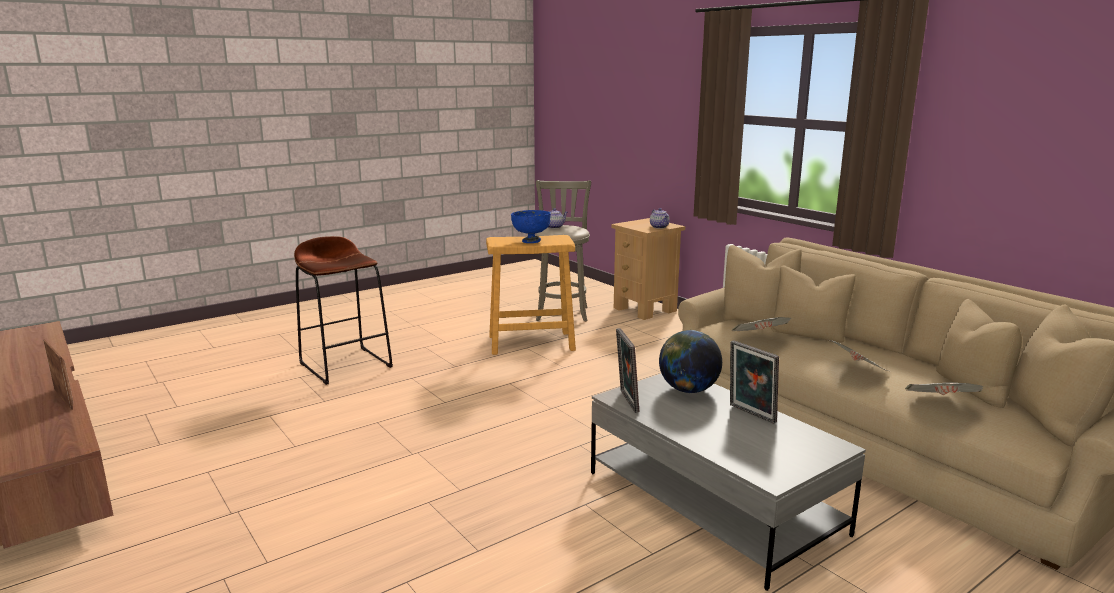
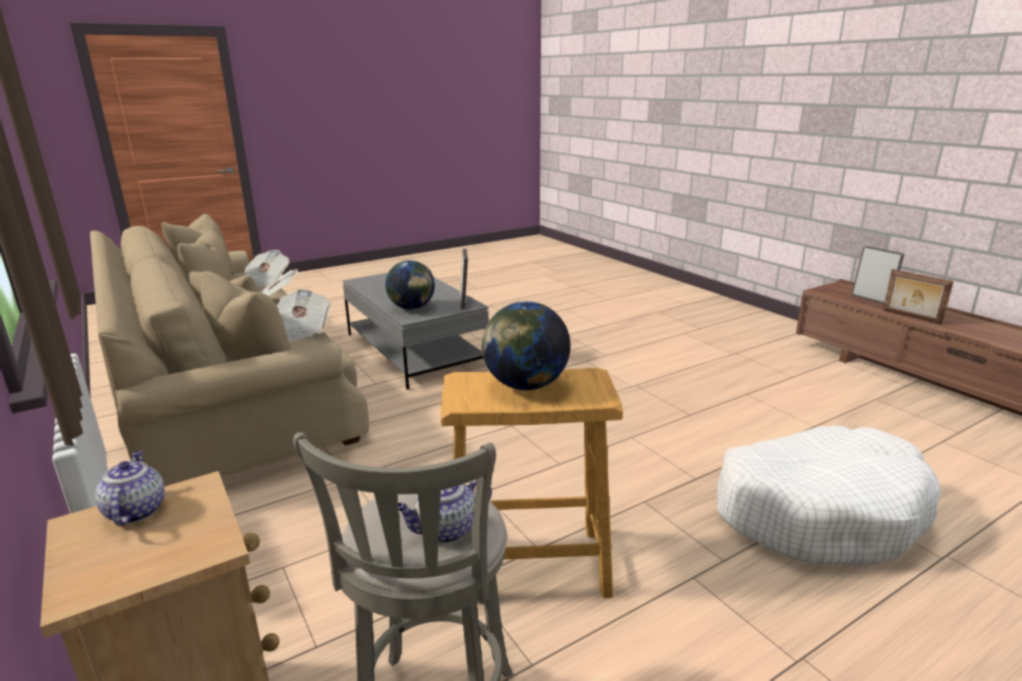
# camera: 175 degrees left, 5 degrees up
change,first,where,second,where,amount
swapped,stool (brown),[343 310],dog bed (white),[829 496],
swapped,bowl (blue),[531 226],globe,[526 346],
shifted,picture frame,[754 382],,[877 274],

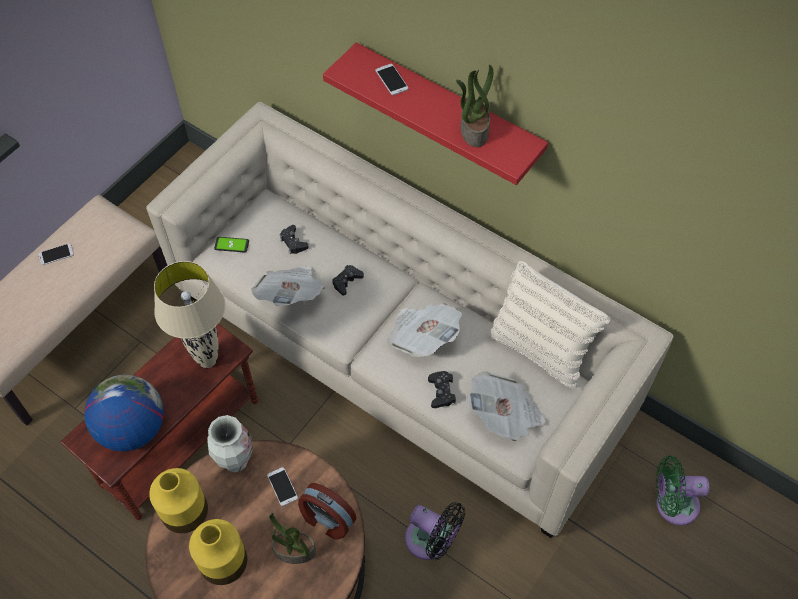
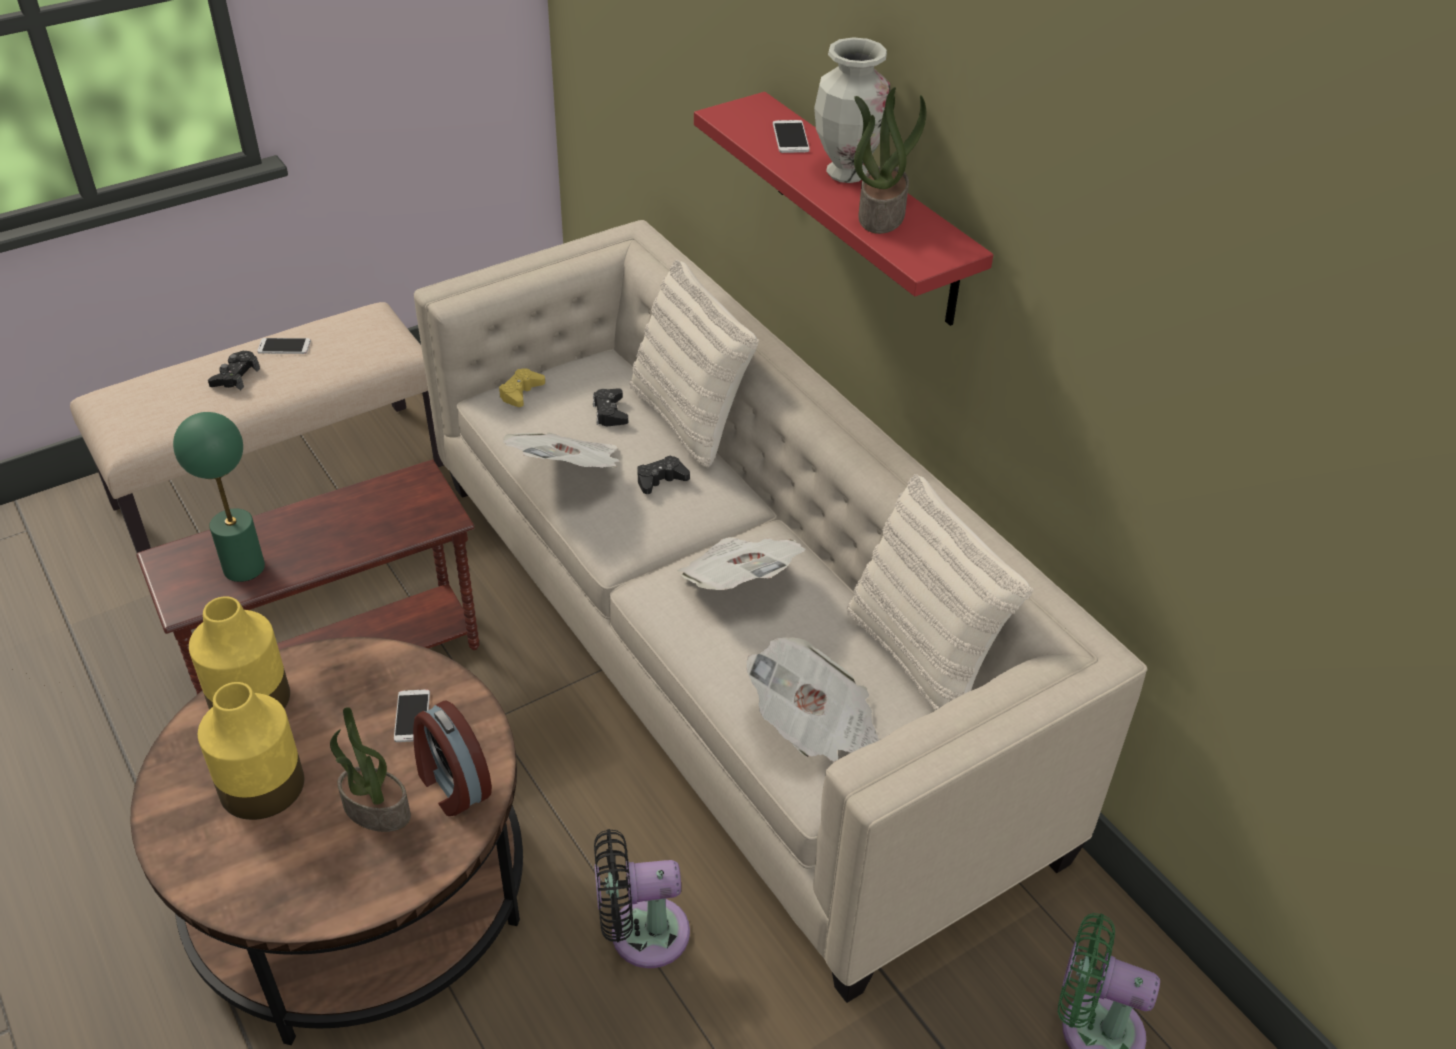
# camera: 20 degrees right, 15 degrees down
change,first,where,second,where,amount
swapped,globe,[124 413],table lamp (green),[219 497],
gone,table lamp (beige),[189 314],,,
shifted,vase,[230 443],,[852 110],
swapped,phone,[231 245],game controller (yellow),[522 387],
rotated,fan (black),[435 531],,[642 898],120 degrees clockwise
shifted,game controller (black),[442 389],,[234 371],
new,,,pillow (beige),[694 364],

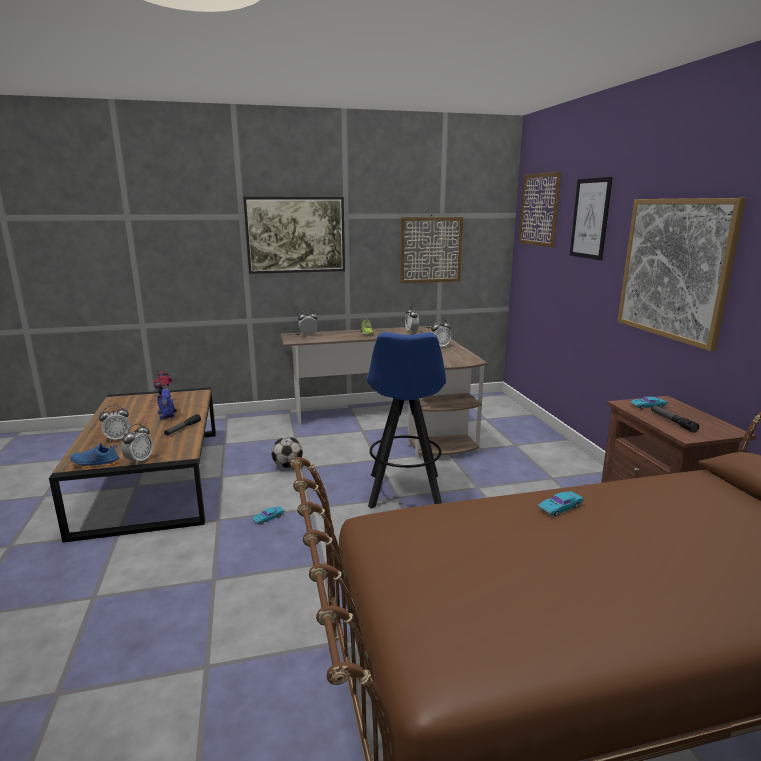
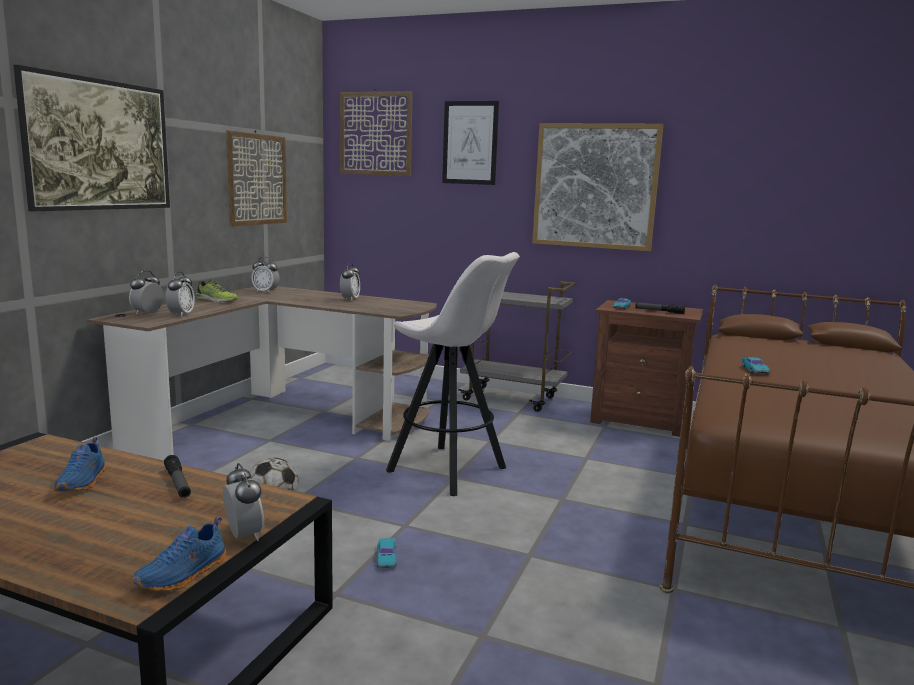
# camera: 55 degrees left, 5 degrees down
change,first,where,second,where,amount
shifted,alarm clock,[114 423],,[180 294],
swapped,toy robot,[165 395],shoe (blue),[80 464],
repainted,stool (blue),[406 420],stool (white),[453 374],
new,,,cart (grey),[517 346],

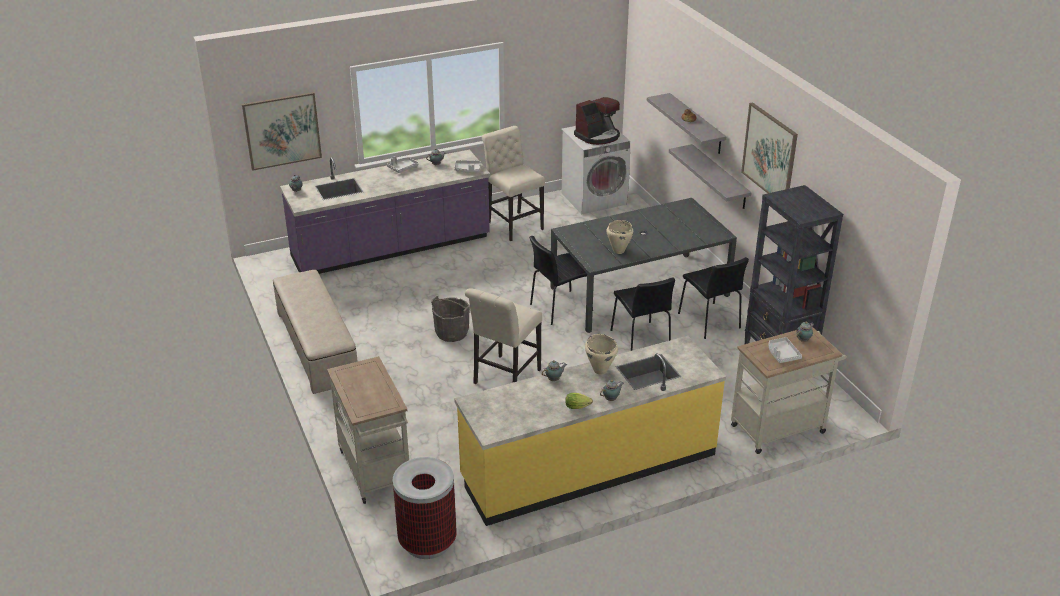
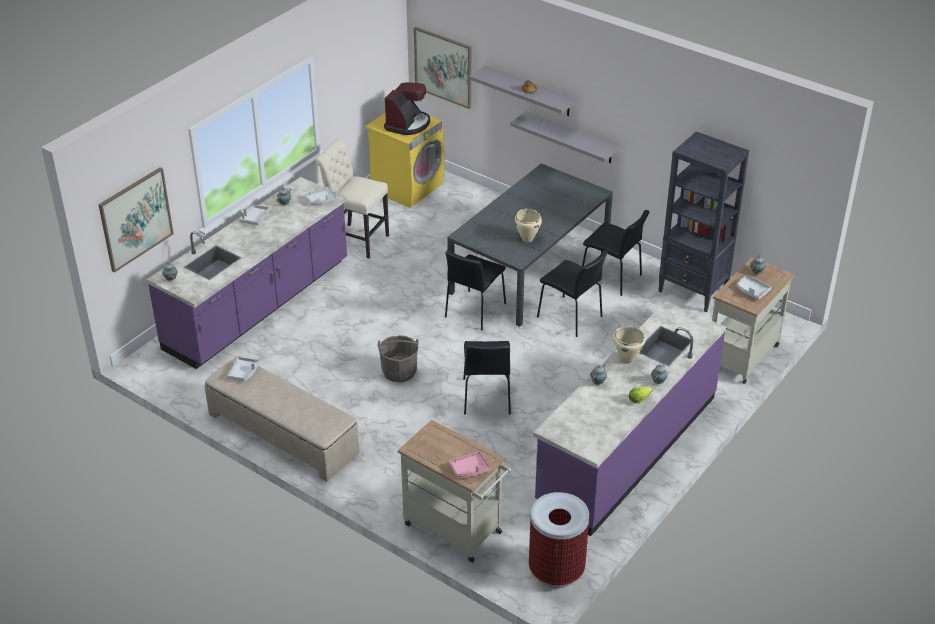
# camera: 30 degrees left, 5 degrees up
change,first,where,second,where,amount
repainted,counter (yellow),[590 431],counter (purple),[629 418],
swapped,stool (beige),[503 336],chair (black),[487 378],
repainted,washing machine (white),[595 170],washing machine (yellow),[404 160],
shifted,picture,[769 147],,[442 68],
new,,,tray (grey),[243 369],
new,,,tray (pink),[470 464],

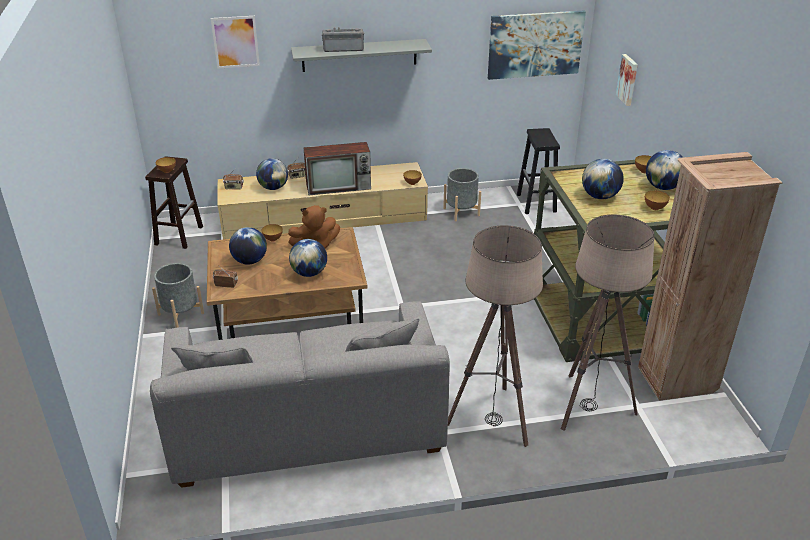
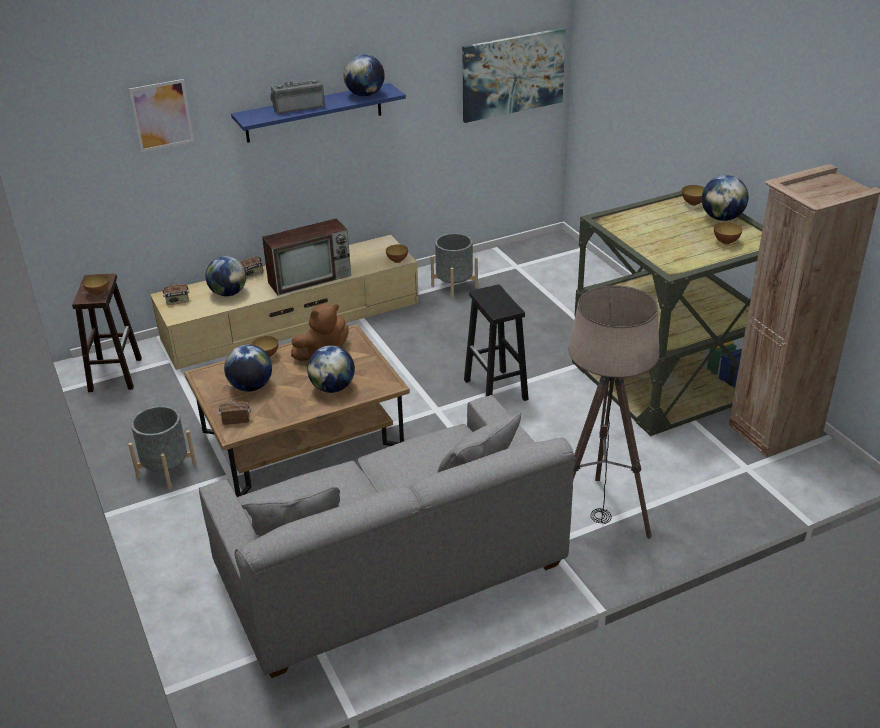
# camera: 15 degrees left, 0 degrees up
change,first,where,second,where,amount
repainted,shelf (grey),[361 55],shelf (blue),[318 113],
shifted,stool (black),[538 171],,[496 342],
gone,floor lamp,[608 323],,,
shifted,globe,[603 179],,[364 75],
gone,picture,[627 80],,,

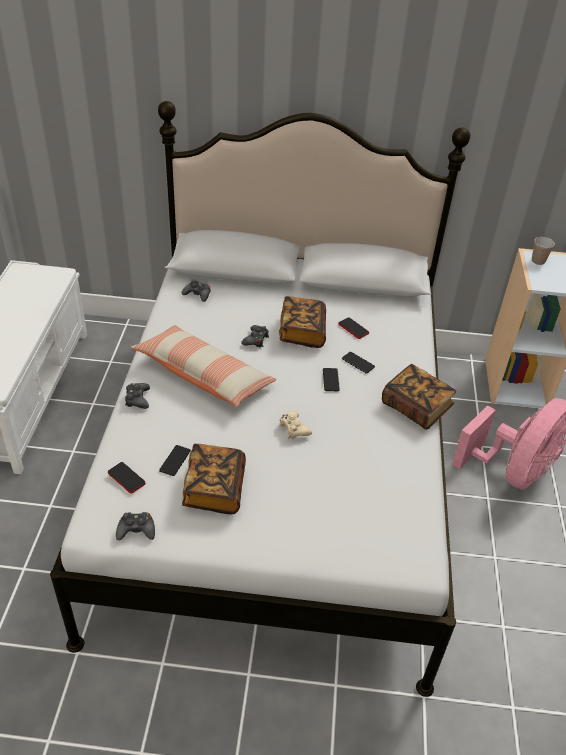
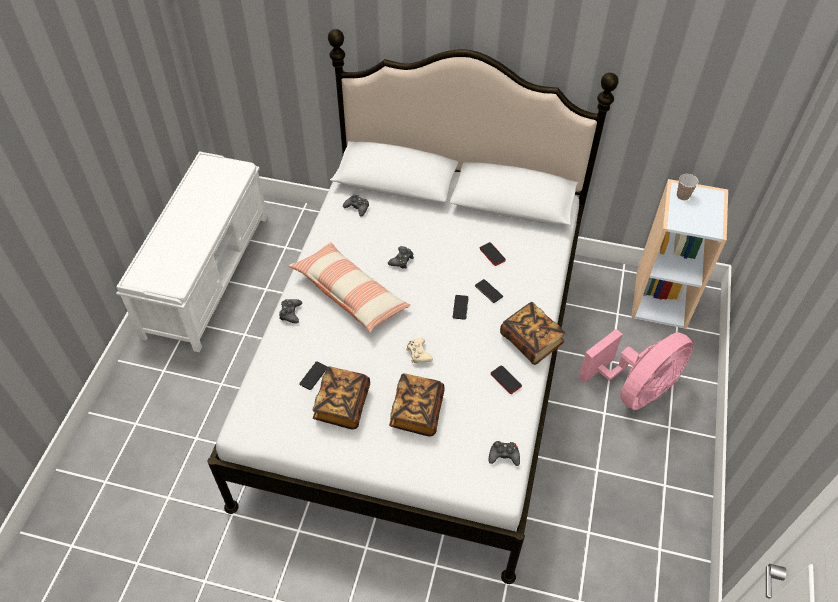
# camera: 10 degrees right, 10 degrees up
change,first,where,second,where,amount
shifted,phone,[127 478],,[506 379],
shifted,game controller (black),[135 526],,[504 453],
shifted,book,[302 322],,[416 404],

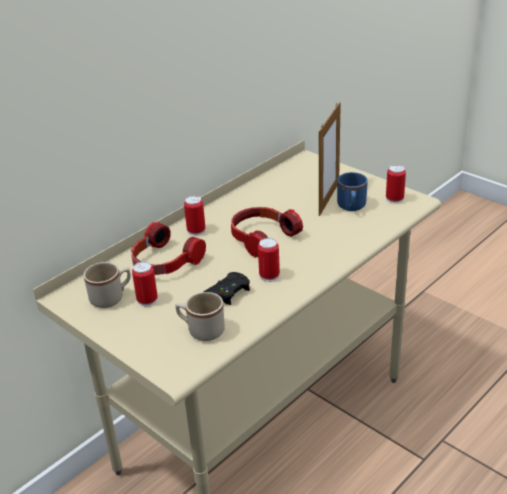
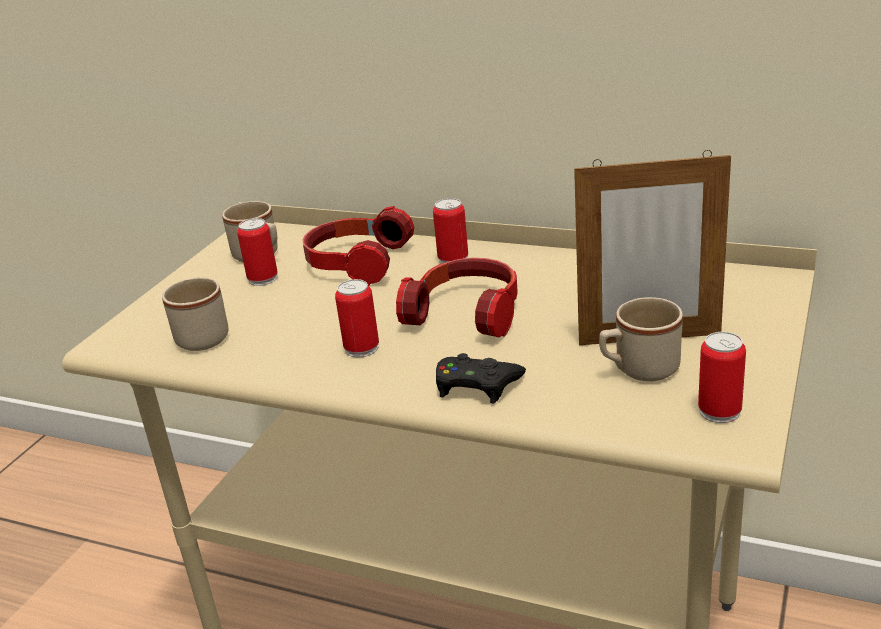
# camera: 70 degrees right, 5 degrees down
change,first,where,second,where,amount
shifted,game controller (black),[226 288],,[481 378],
repainted,mug (blue),[352 191],mug (beige),[641 339],

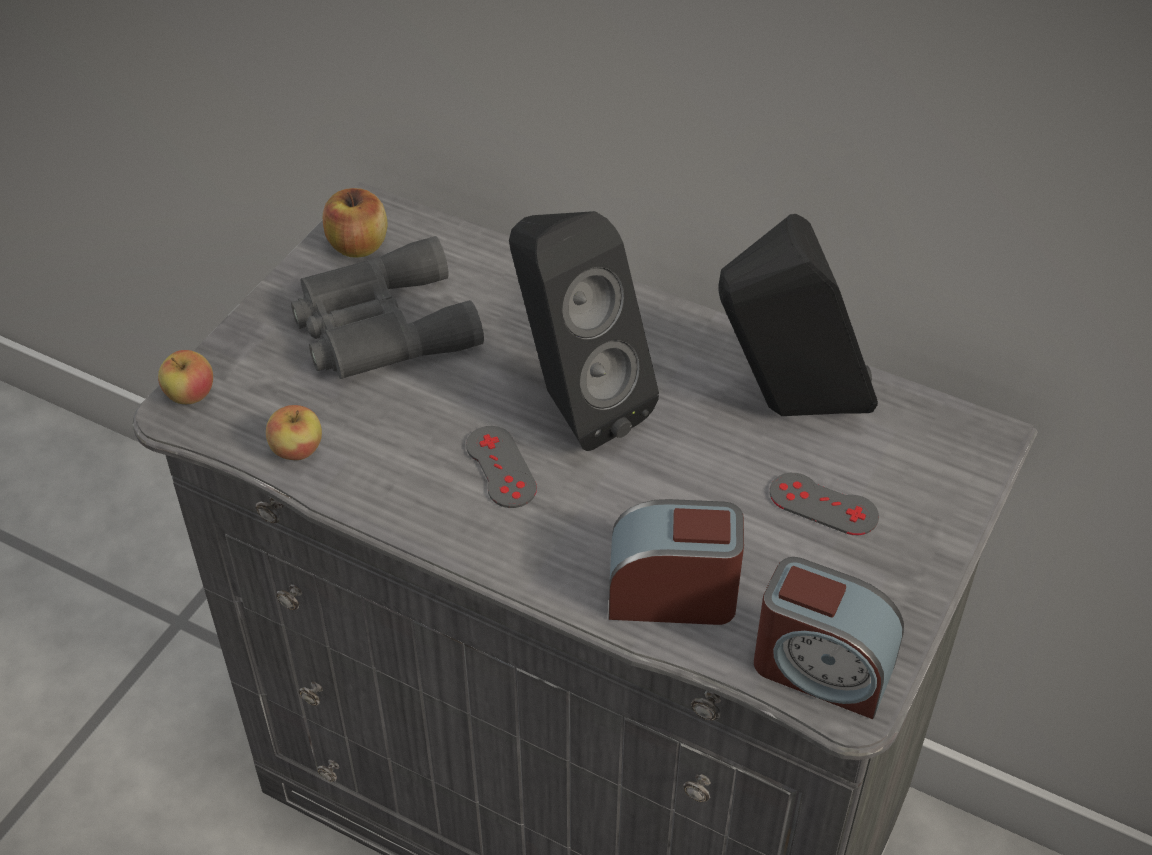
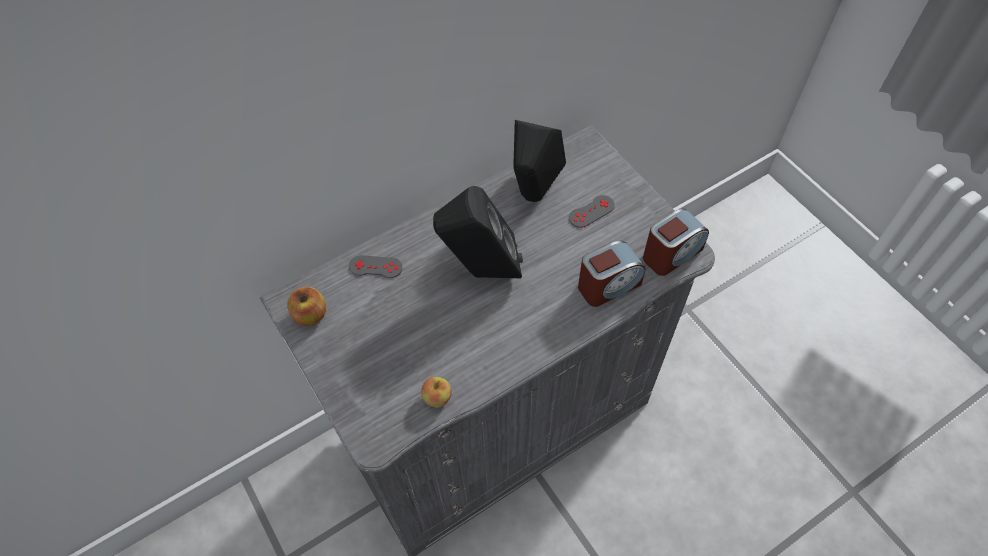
# camera: 60 degrees left, 10 degrees up
change,first,where,second,where,amount
gone,apple,[185 377],,,
gone,binoculars (grey),[387 307],,,
shifted,game controller (grey),[501 467],,[375 266],
rotated,alarm clock,[676 562],,[611 274],150 degrees counterclockwise

